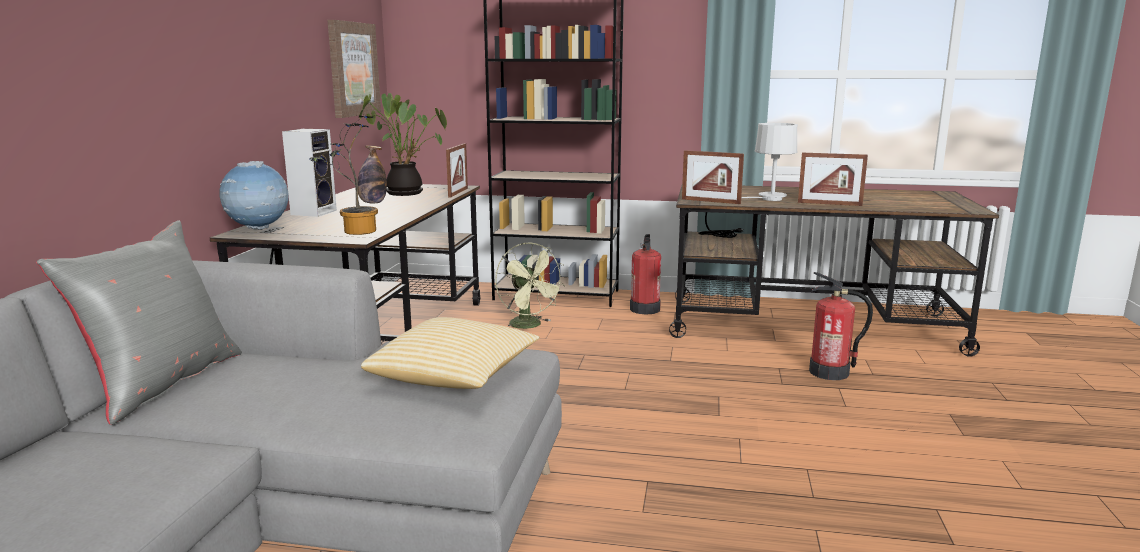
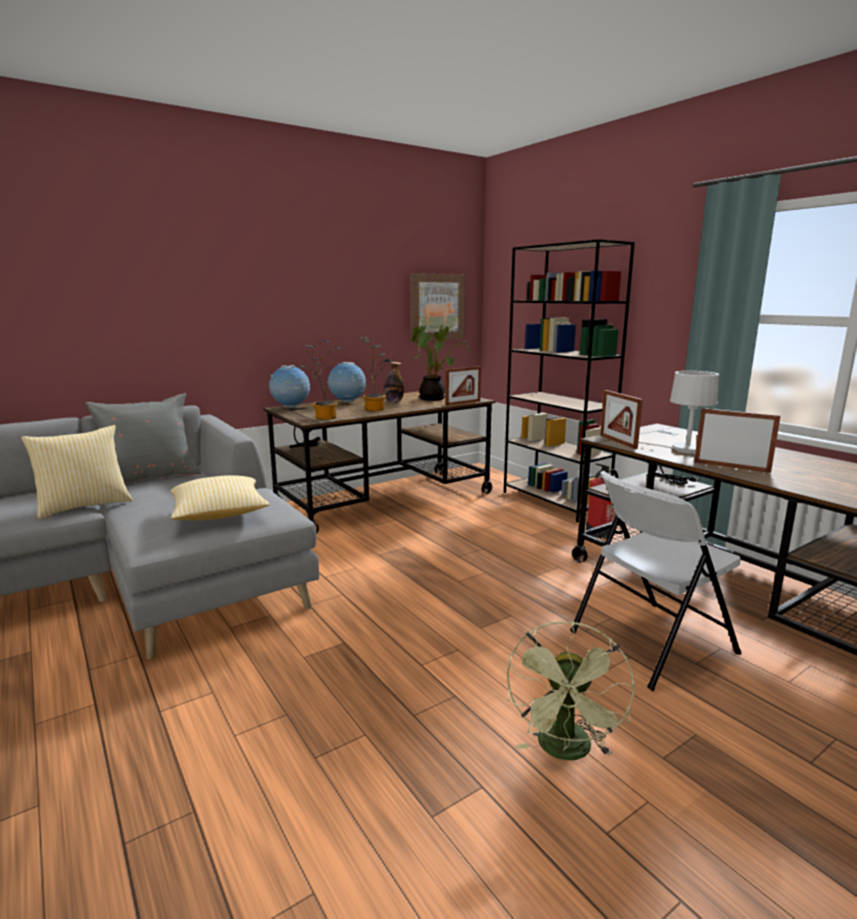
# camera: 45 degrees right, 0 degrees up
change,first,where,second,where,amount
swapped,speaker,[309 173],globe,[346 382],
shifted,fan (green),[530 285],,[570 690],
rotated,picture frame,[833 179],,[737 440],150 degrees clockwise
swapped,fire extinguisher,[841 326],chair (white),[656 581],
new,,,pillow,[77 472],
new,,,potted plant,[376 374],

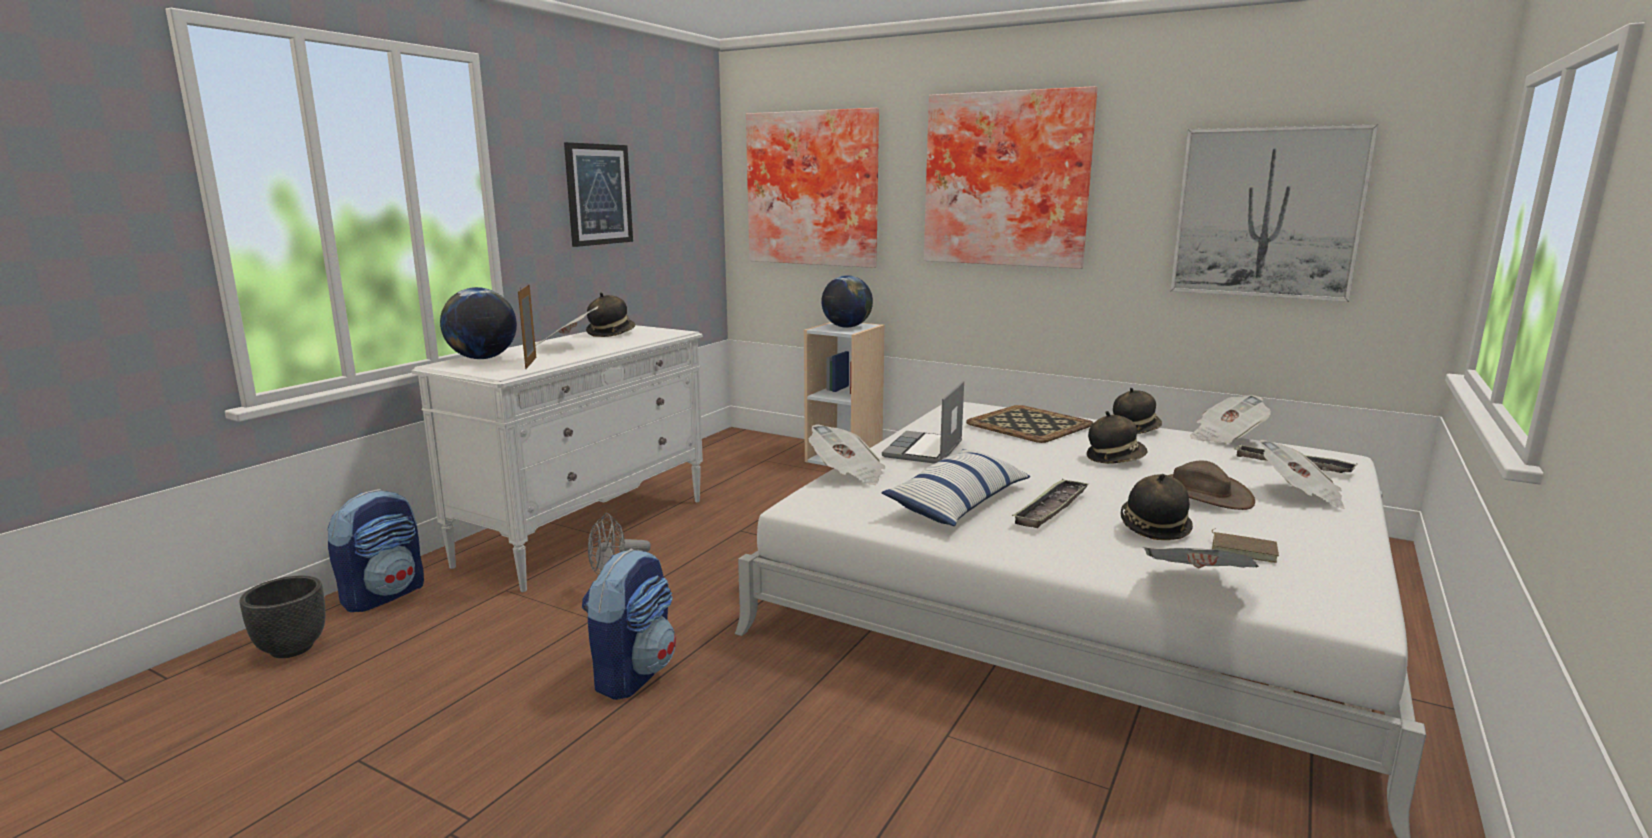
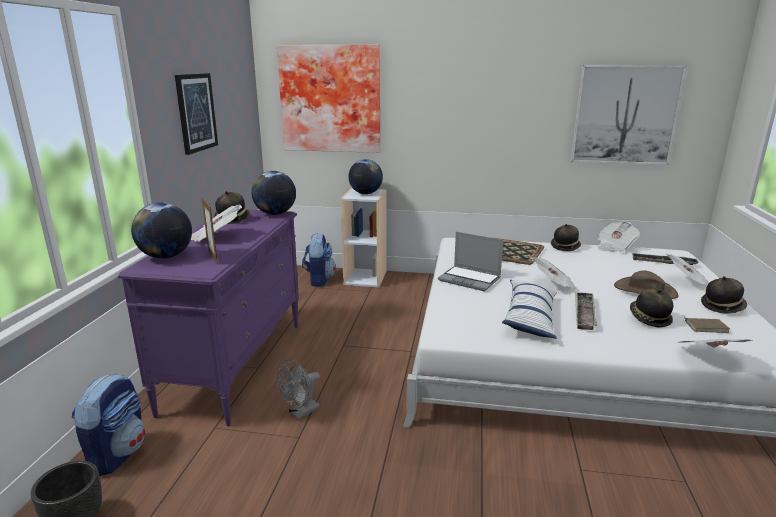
# camera: 20 degrees left, 5 degrees up
change,first,where,second,where,amount
repainted,dresser (white),[557 458],dresser (purple),[208 318],
shifted,backpack,[629 624],,[319 260],
shifted,newspaper,[847 454],,[555 274],
rotated,laptop,[923 422],,[470 261],60 degrees counterclockwise
gone,picture,[1011 177],,,
shifted,hat,[1117 437],,[724 295],
new,,,globe,[273 193],

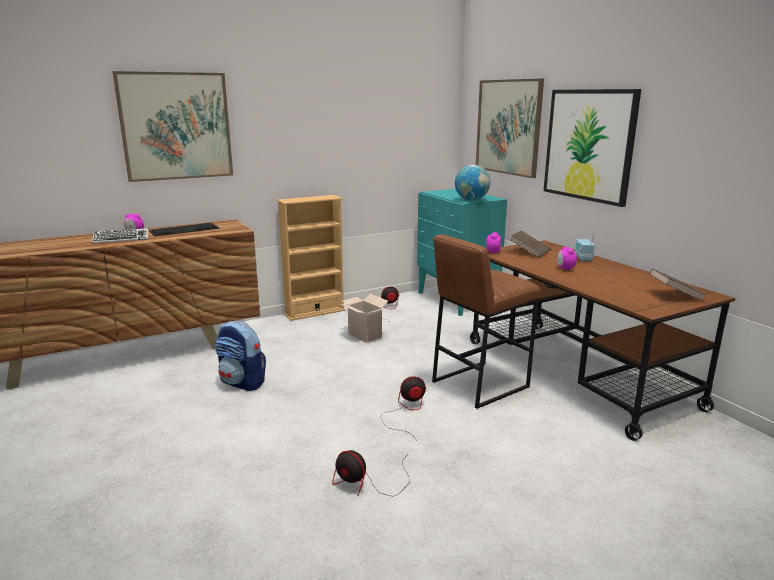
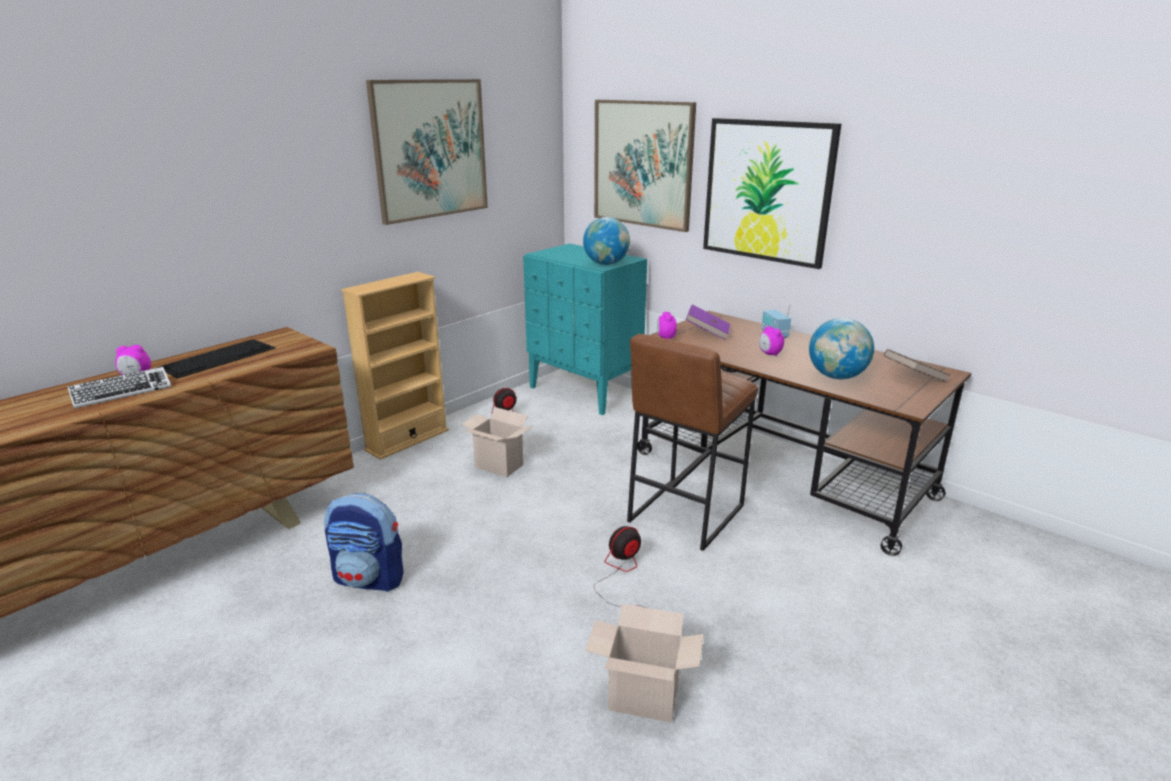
# camera: 20 degrees left, 5 degrees up
change,first,where,second,where,amount
shifted,picture,[173 126],,[427 152],
swapped,fan,[371 473],cardboard box,[644 663],
repainted,book (brown),[529 244],book (purple),[708 322],
new,,,globe,[841 348],

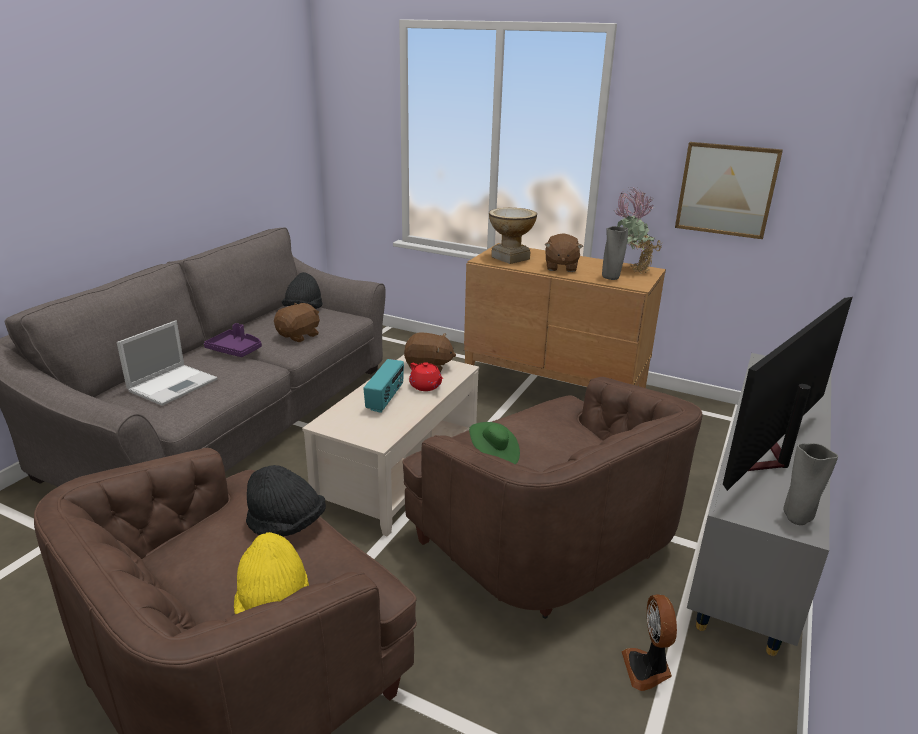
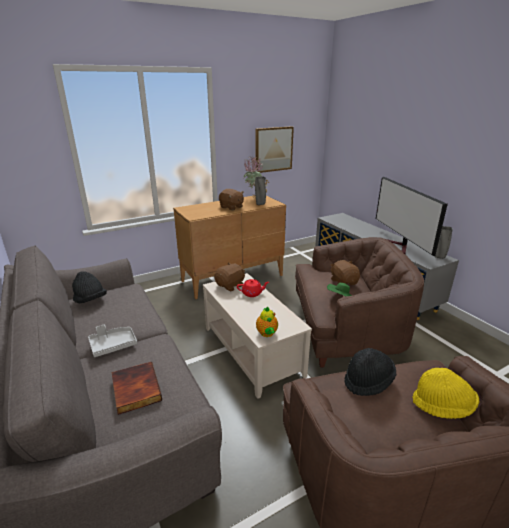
# camera: 55 degrees left, 0 degrees up
change,first,where,second,where,amount
swapped,laptop,[167 363],book,[137 388],
repainted,tray (purple),[233 340],tray (grey),[112 340],
shifted,plush toy (brown),[297 322],,[345 272],
gone,radio,[383 386],,,
gone,vase,[513 235],,,
gone,fan,[649 642],,,
new,,,teapot,[267 322],

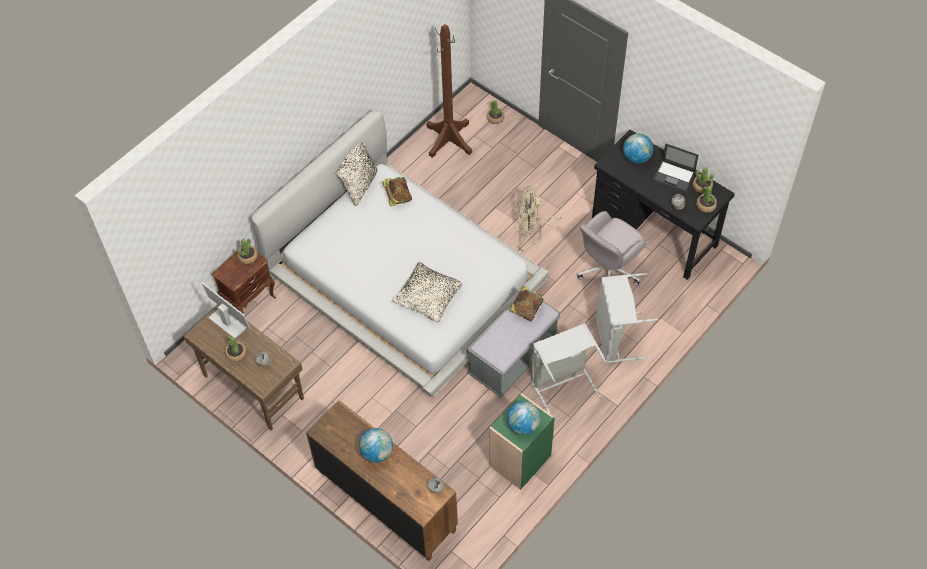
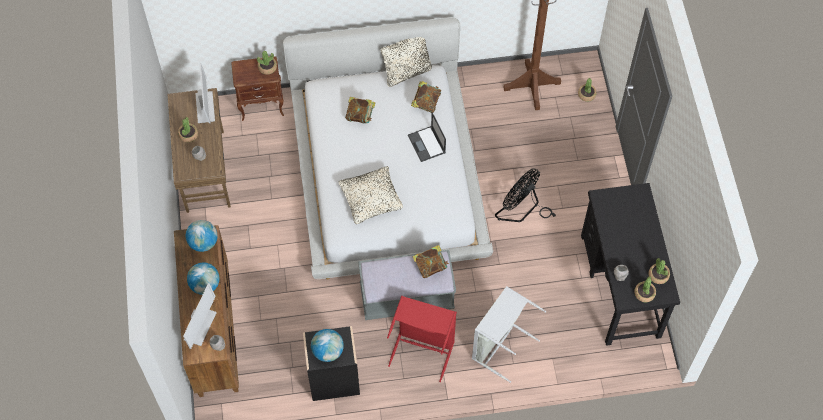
# camera: 40 degrees right, 5 degrees up
change,first,where,second,where,amount
repainted,bookcase (green),[522 441],bookcase (black),[331 363],
repainted,fan (beige),[539 219],fan (black),[525 195],
repainted,laundry basket (grey),[568 368],laundry basket (red),[422 339],
gone,office chair (grey),[612 248],,,
shifted,globe,[638 149],,[202 236],
shifted,laptop,[676 168],,[427 137],
new,,,monitor,[200 316],
new,,,book,[360 110],

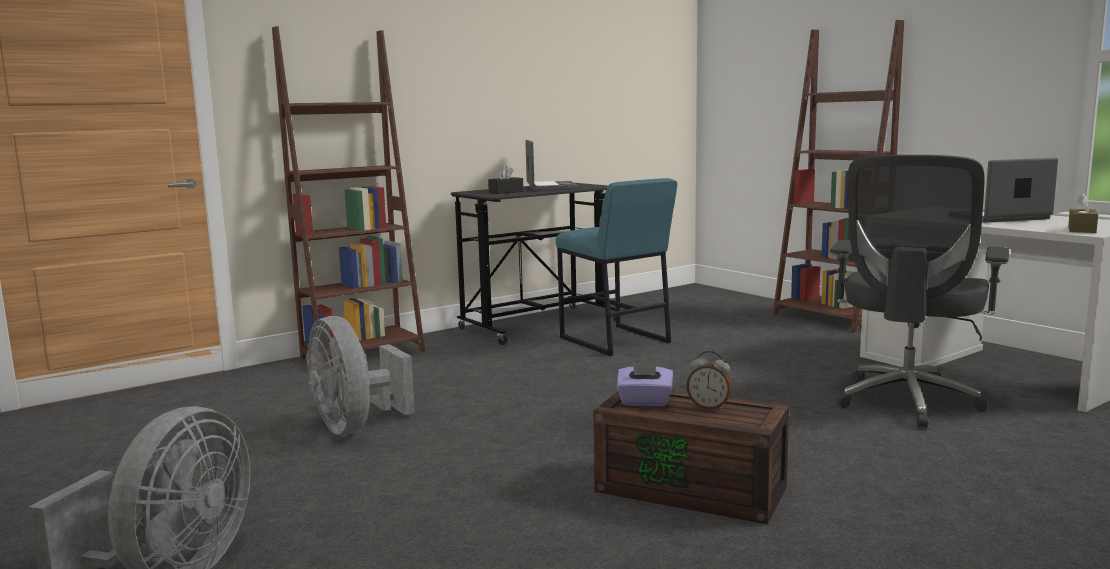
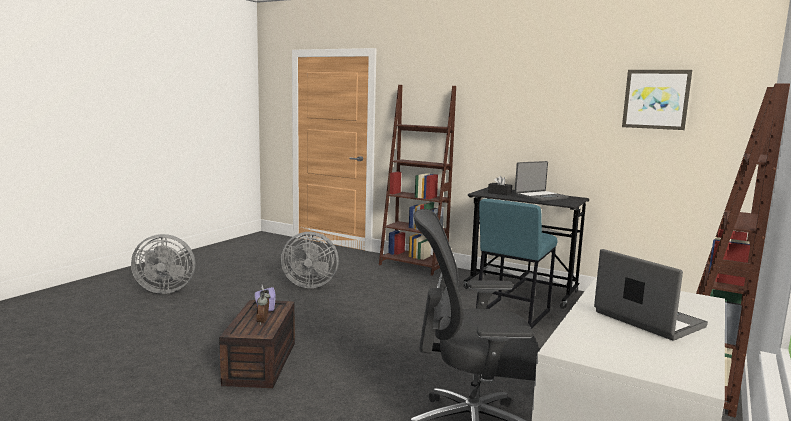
# camera: 65 degrees right, 0 degrees up
change,first,where,second,where,amount
rotated,fan (grey),[360 375],,[310 260],120 degrees counterclockwise
gone,tissue box (brown),[1083 213],,,
new,,,picture,[657 100],

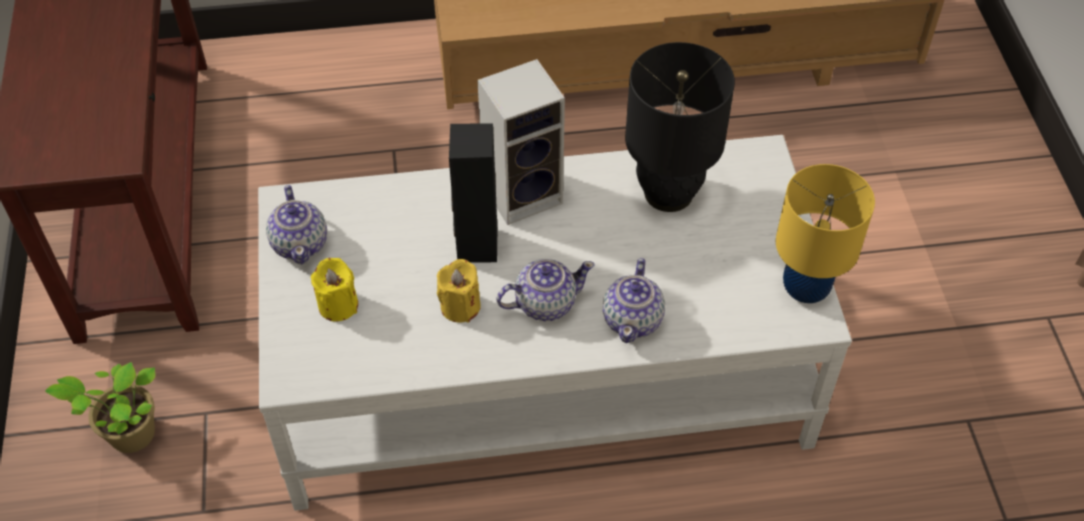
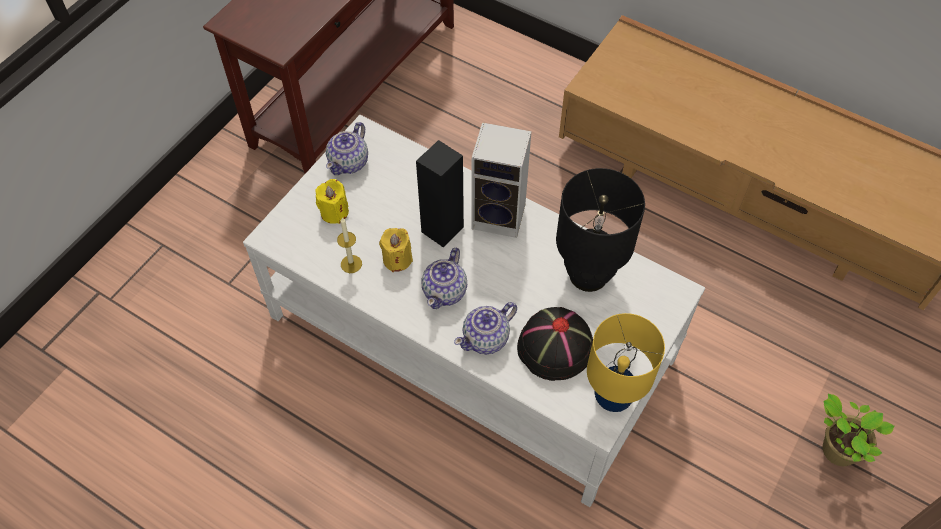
# camera: 40 degrees right, 5 degrees up
change,first,where,second,where,amount
shifted,potted plant,[100 407],,[859 430],
rotated,teapot,[546 290],,[444 278],90 degrees clockwise
new,,,candle,[349 245],
new,,,hat (black),[555 344],

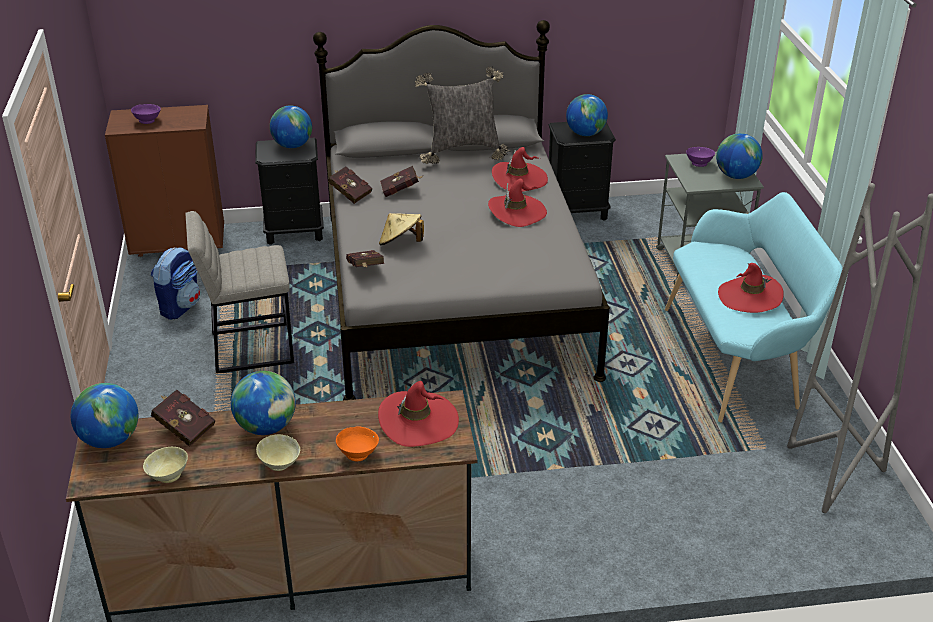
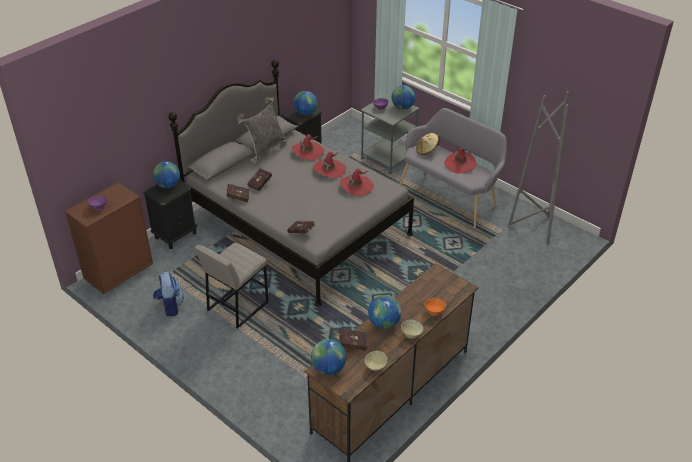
# camera: 40 degrees left, 5 degrees up
change,first,where,second,where,amount
shifted,hat (red),[418 413],,[357 182],
shifted,hat (beige),[401 229],,[428 144],
repainted,bench (turquoise),[754 307],bench (grey),[453 168],

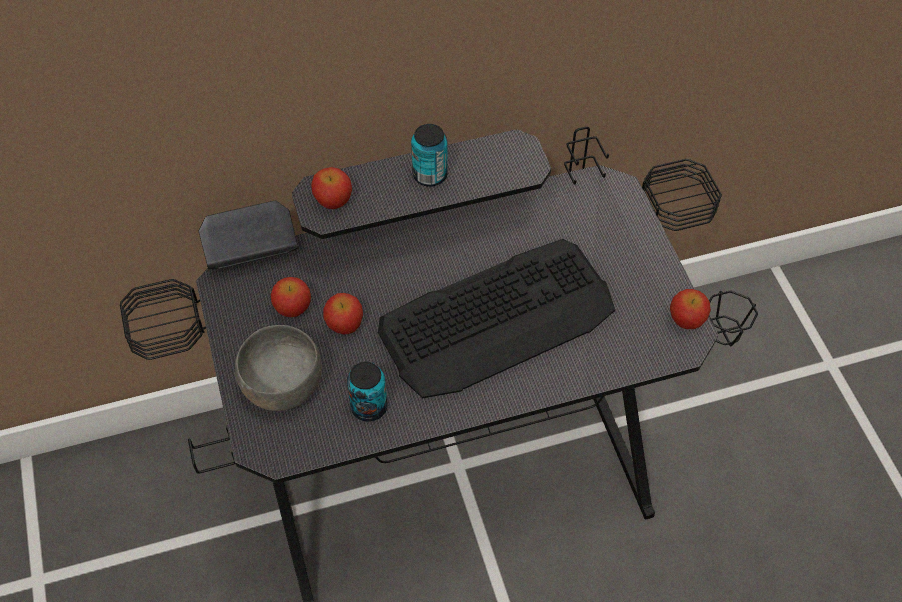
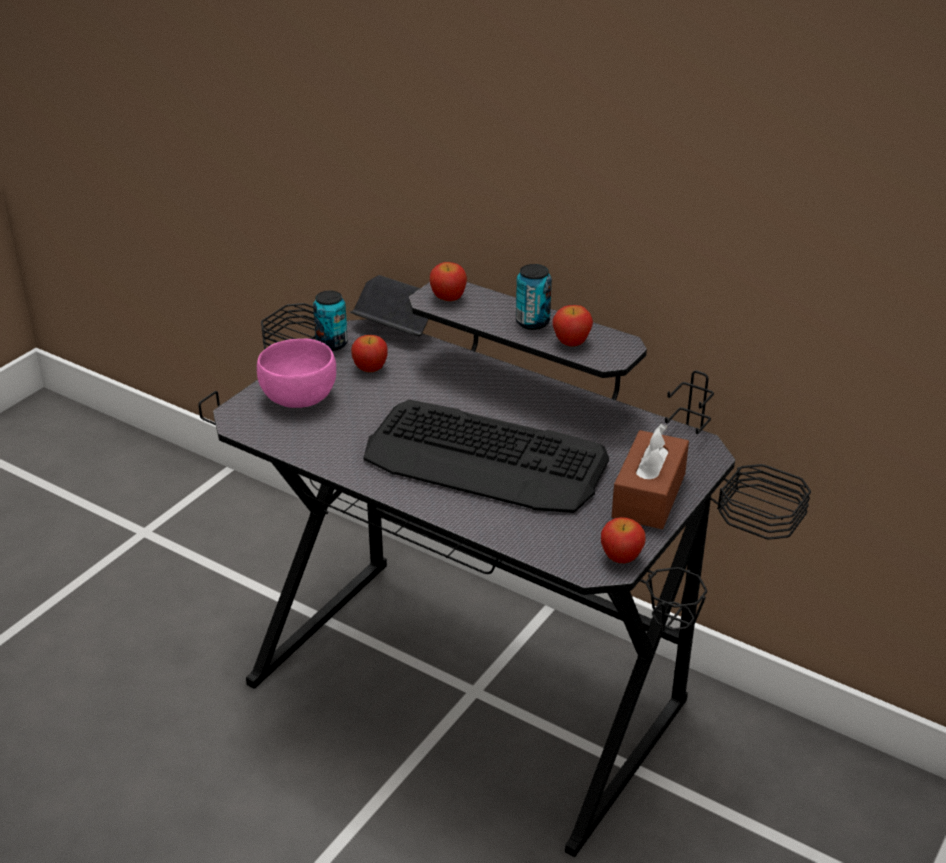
# camera: 50 degrees right, 20 degrees down
change,first,where,second,where,amount
repainted,bowl (grey),[278 368],bowl (pink),[296 373],
shifted,apple,[343 313],,[572 326],
shifted,can,[367 392],,[330 321],
new,,,tissue box (brown),[650 476],

